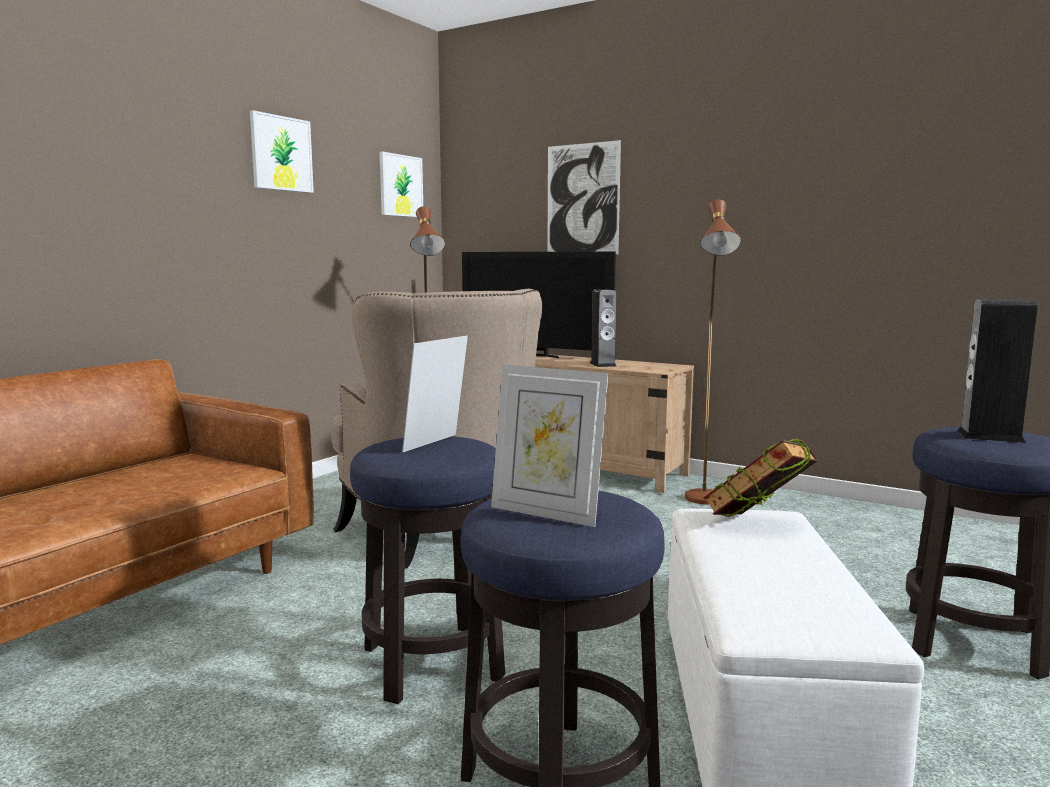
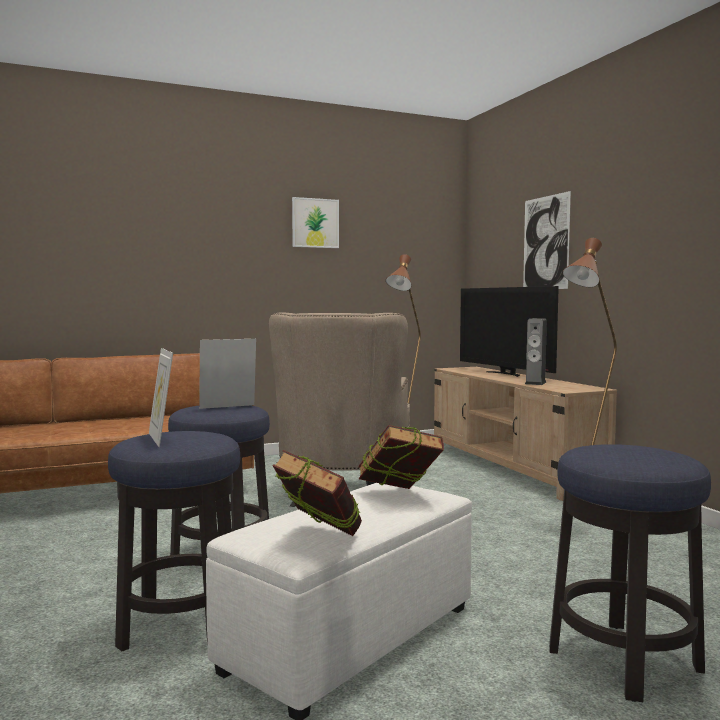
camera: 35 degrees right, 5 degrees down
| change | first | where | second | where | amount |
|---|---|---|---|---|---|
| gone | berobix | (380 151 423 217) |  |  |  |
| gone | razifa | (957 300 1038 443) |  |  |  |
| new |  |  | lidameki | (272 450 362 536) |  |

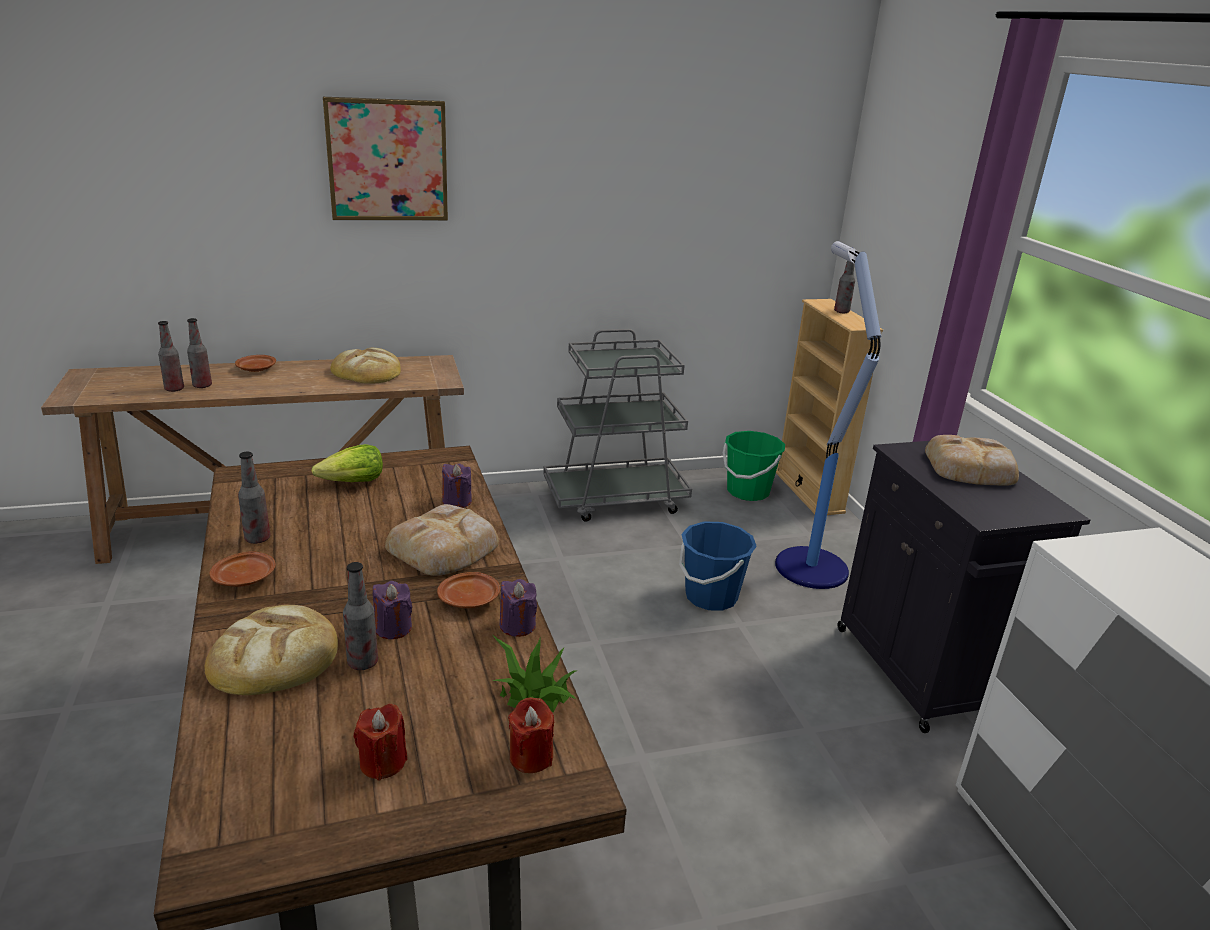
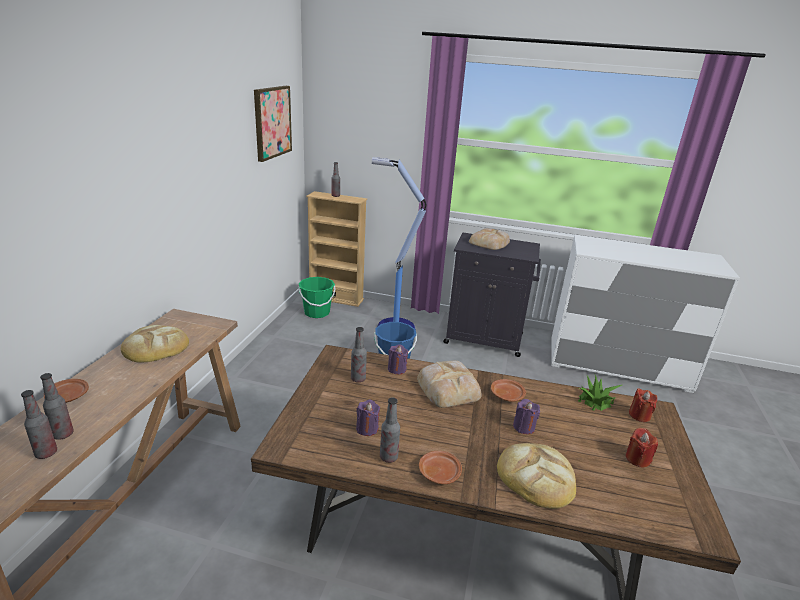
camera: 60 degrees left, 0 degrees up
| change | first | where | second | where | amount |
|---|---|---|---|---|---|
| gone | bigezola | (311 444 383 482) |  |  |  |
| shifted | berobix | (323 97 448 220) |  | (254 86 292 162) |  |
| shifted | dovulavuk | (343 562 378 670) |  | (351 327 367 382) |  |
| shifted | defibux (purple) | (499 579 537 637) |  | (356 400 380 436) |  |
| gone | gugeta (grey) | (543 329 692 521) |  |  |  |

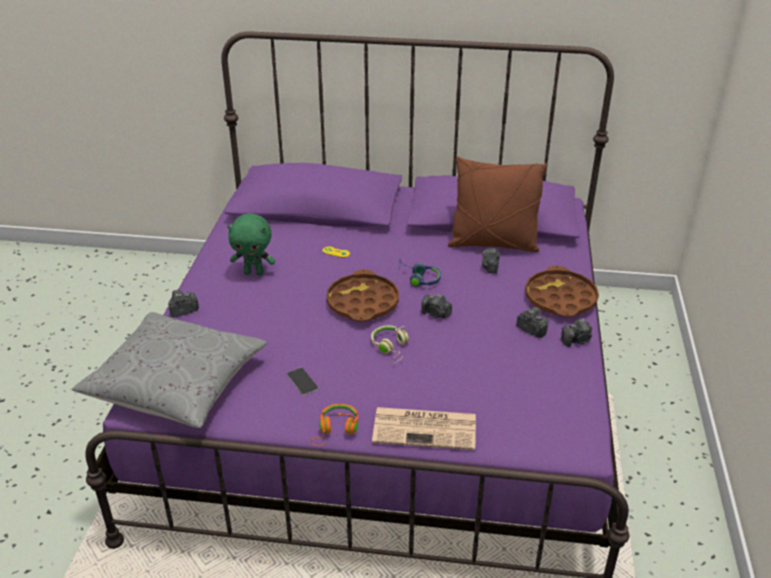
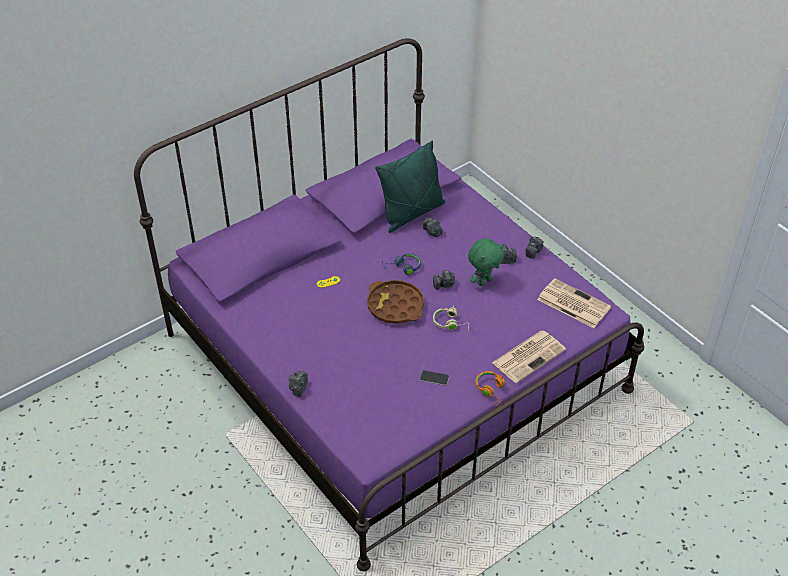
camera: 45 degrees left, 10 degrees up
| change | first | where | second | where | amount |
|---|---|---|---|---|---|
| gone | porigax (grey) | (72 312 267 428) |  |  |  |
| shifted | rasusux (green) | (227 213 276 276) |  | (468 238 504 286) |  |
| repainted | porigax (brown) | (448 156 548 252) | porigax (green) | (375 141 445 233) |  |
| gone | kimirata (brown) | (525 266 599 317) |  |  |  |
| new |  |  | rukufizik | (537 278 611 328) |  |

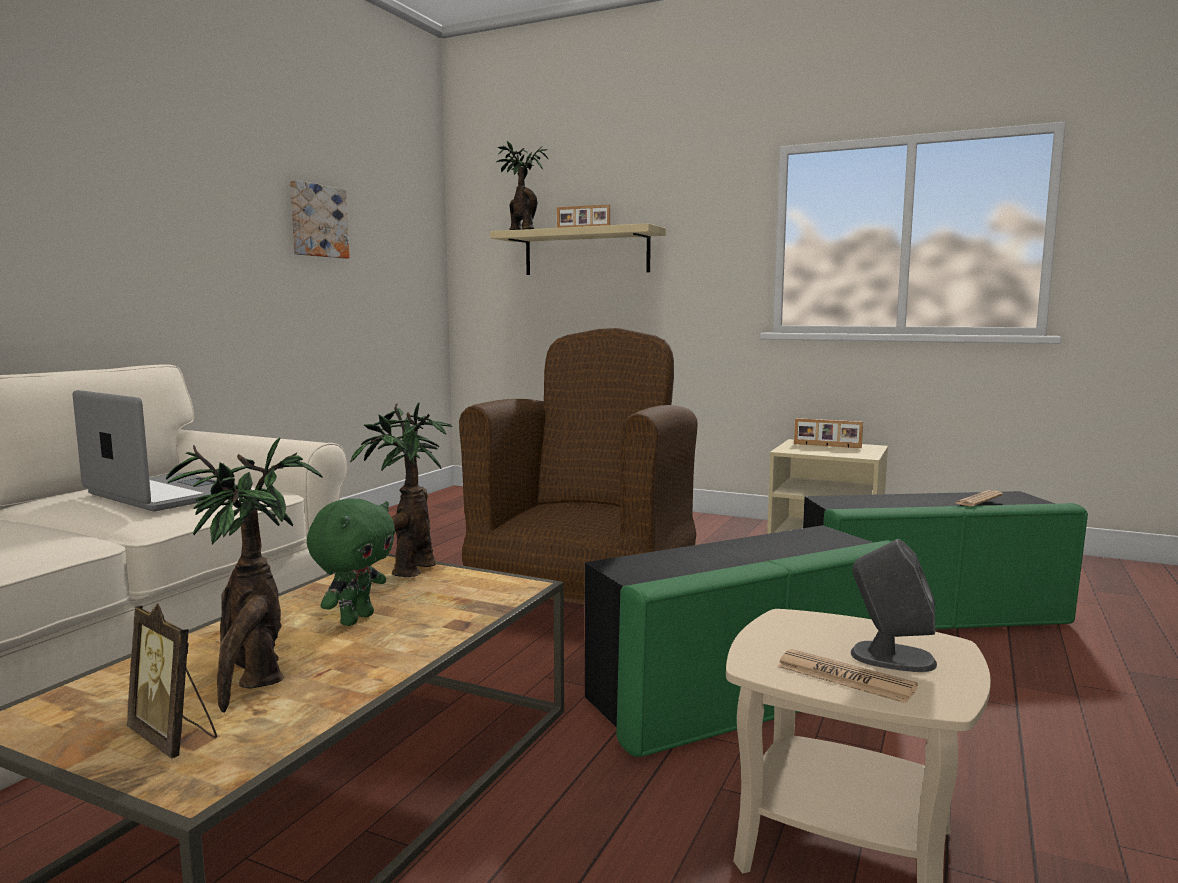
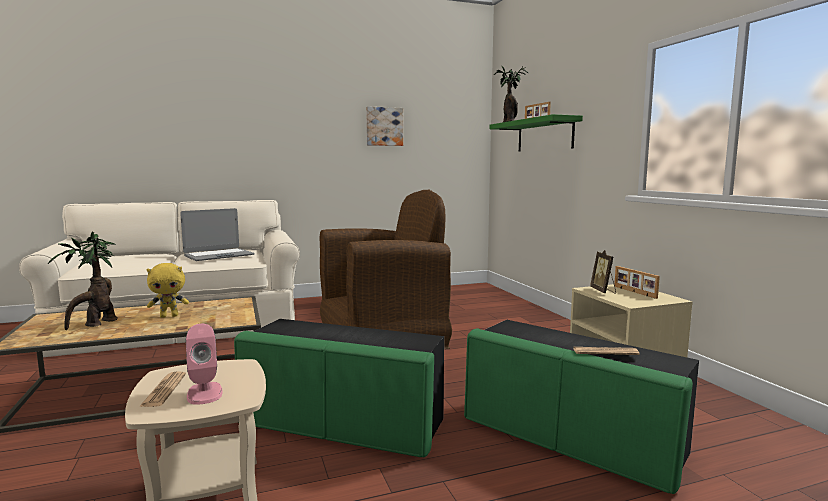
camera: 45 degrees right, 0 degrees up
| change | first | where | second | where | amount |
|---|---|---|---|---|---|
| rotated | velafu | (73 390 238 511) |  | (180 208 254 261) | 60 degrees clockwise |
| shifted | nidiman | (127 604 217 758) |  | (590 250 616 294) |  |
| repainted | rasusux (green) | (307 498 395 626) | rasusux (yellow) | (147 263 189 318) |  |
| gone | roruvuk | (350 402 452 577) |  |  |  |
| repainted | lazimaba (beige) | (490 223 666 275) | lazimaba (green) | (490 114 583 151) |  |
| repainted | razifa (grey) | (851 539 937 672) | razifa (pink) | (186 324 223 405) |  |

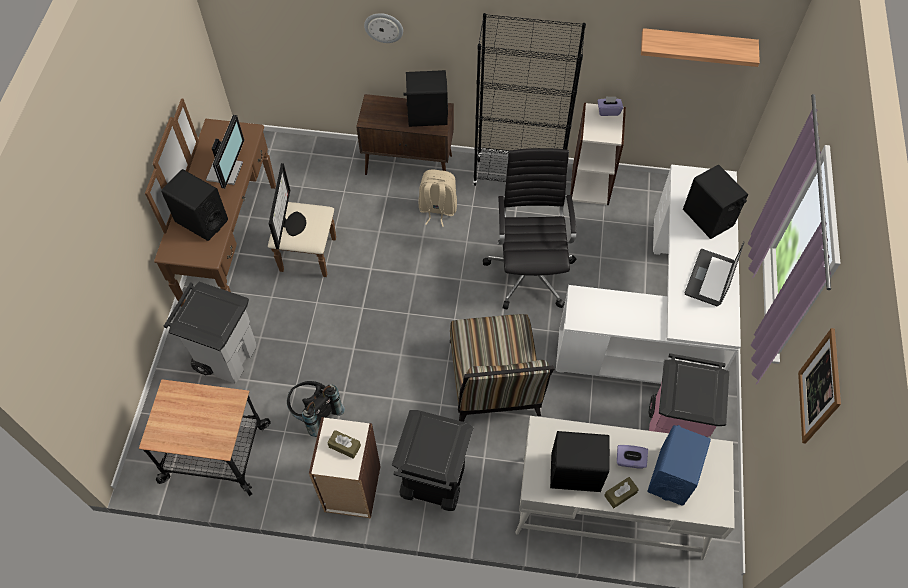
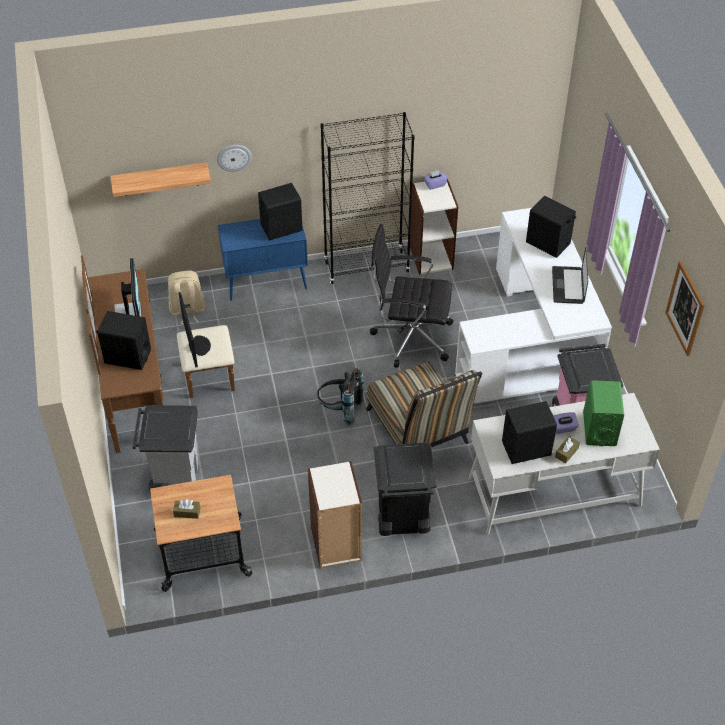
camera: 20 degrees left, 10 degrees down
| change | first | where | second | where | amount |
|---|---|---|---|---|---|
| shifted | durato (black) | (287 381 345 437) |  | (317 368 364 425) |  |
| shifted | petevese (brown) | (327 430 361 459) |  | (173 499 200 519) |  |
| repainted | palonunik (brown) | (356 94 454 175) | palonunik (blue) | (218 219 308 301) |  |
| shifted | durato (beige) | (419 169 457 227) |  | (168 270 205 324) |  |
| rotated | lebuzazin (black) | (483 148 577 310) |  | (370 224 453 368) | 60 degrees counterclockwise |
| shifted | lazimaba | (641 28 760 67) |  | (110 162 211 197) |  |
| repainted | razifa (blue) | (648 425 711 506) | razifa (green) | (583 380 624 446) |  |

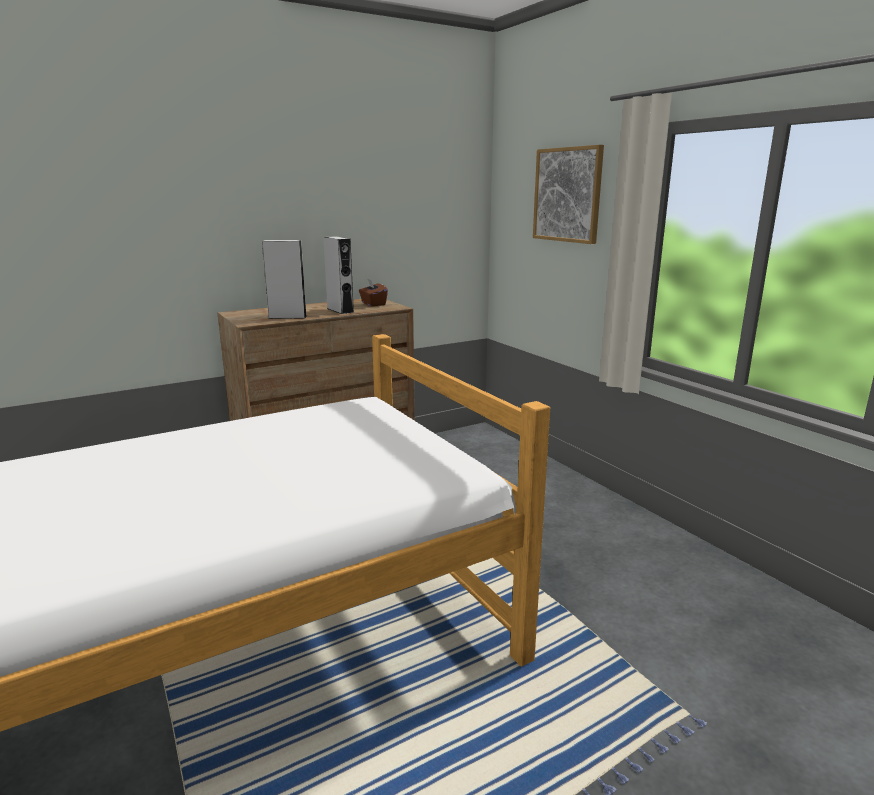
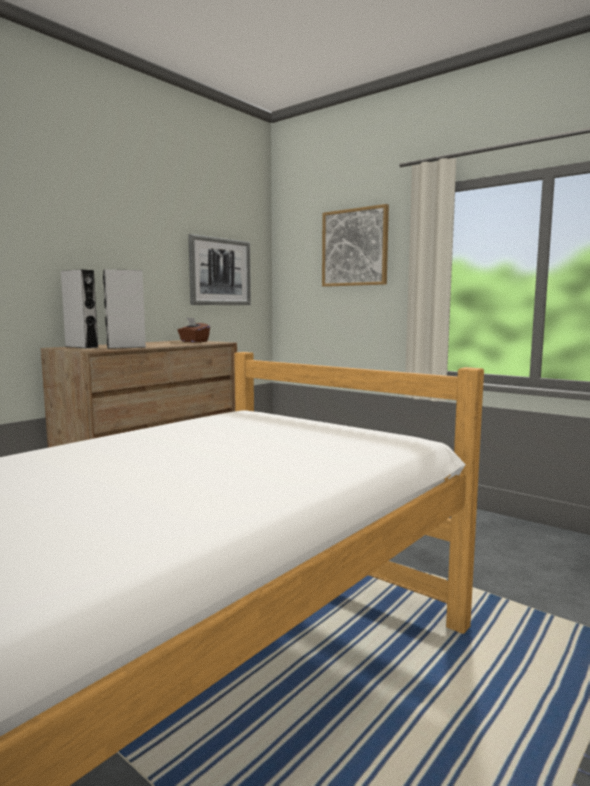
camera: 20 degrees left, 10 degrees down
| change | first | where | second | where | amount |
|---|---|---|---|---|---|
| shifted | razifa (grey) | (323 236 354 314) |  | (61 269 99 348) |  |
| new |  |  | berobix | (188 234 251 305) |  |

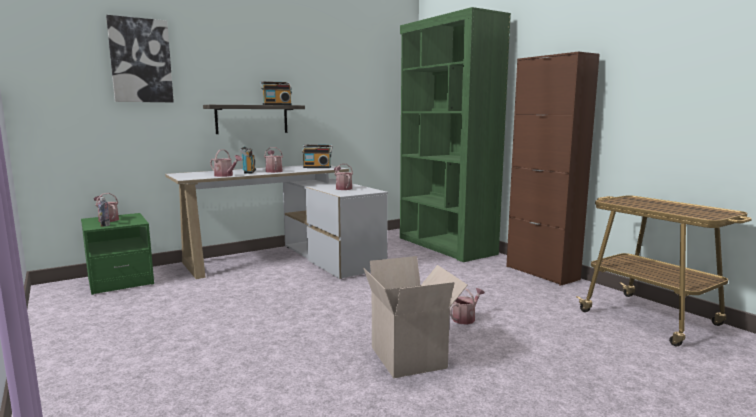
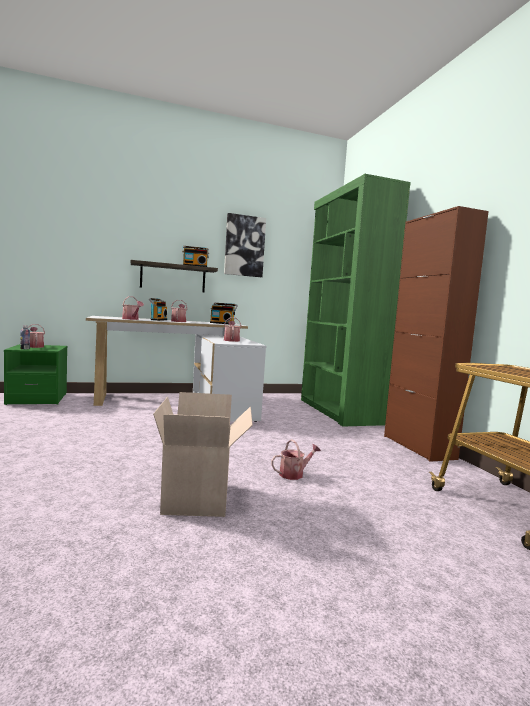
camera: 15 degrees right, 5 degrees down
| change | first | where | second | where | amount |
|---|---|---|---|---|---|
| shifted | berobix | (106 15 174 102) |  | (224 213 266 277) |  |

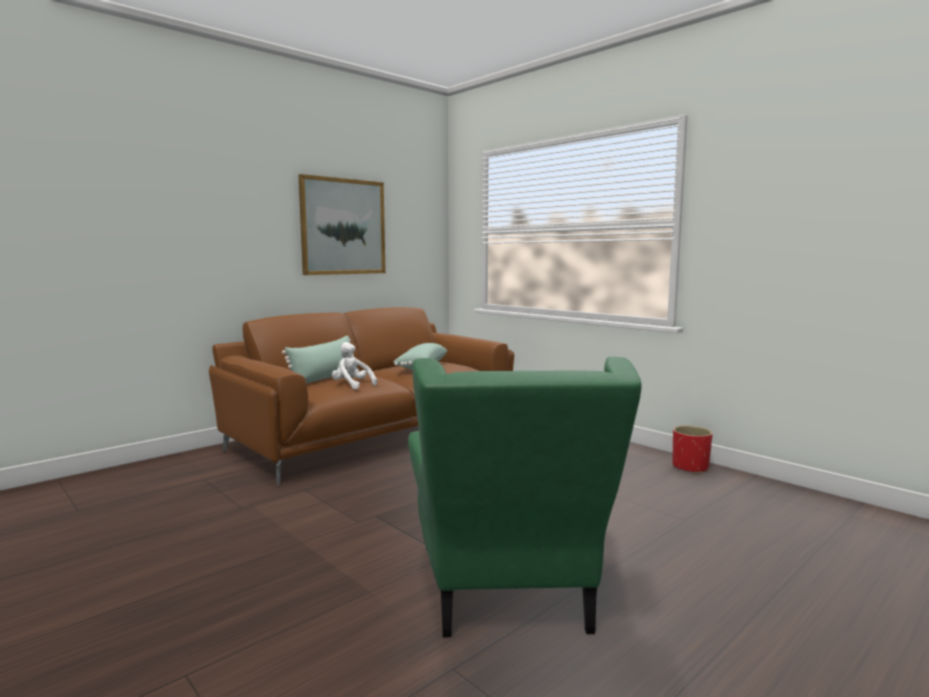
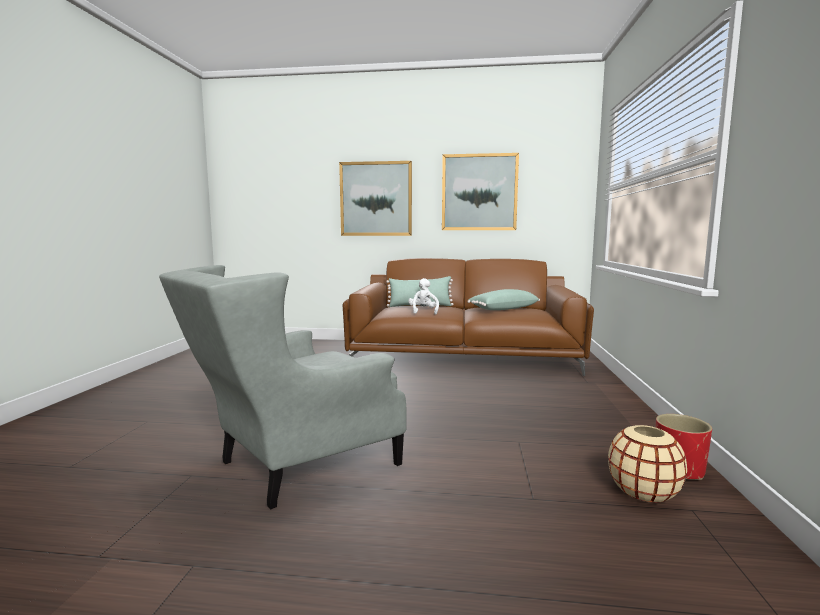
camera: 50 degrees right, 0 degrees up
| change | first | where | second | where | amount |
|---|---|---|---|---|---|
| repainted | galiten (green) | (408 357 642 637) | galiten (grey) | (159 265 407 510) |  |
| new |  |  | berobix | (339 161 412 236) |  |
| new |  |  | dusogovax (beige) | (608 425 687 503) |  |

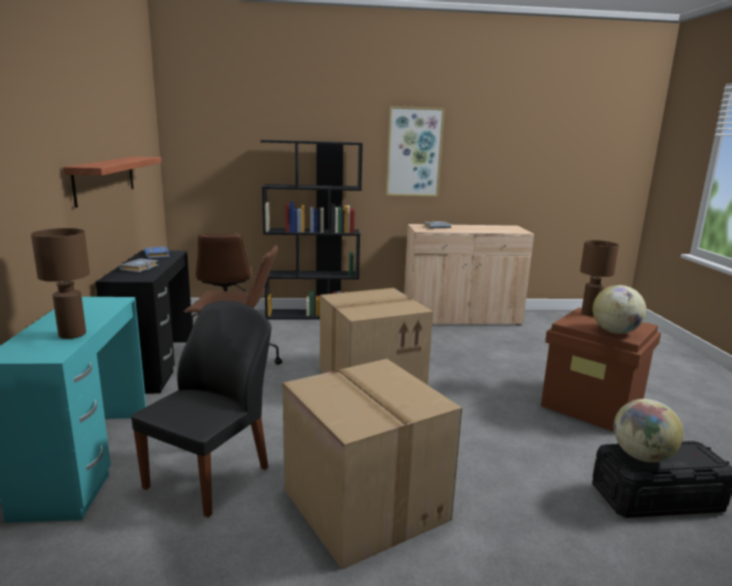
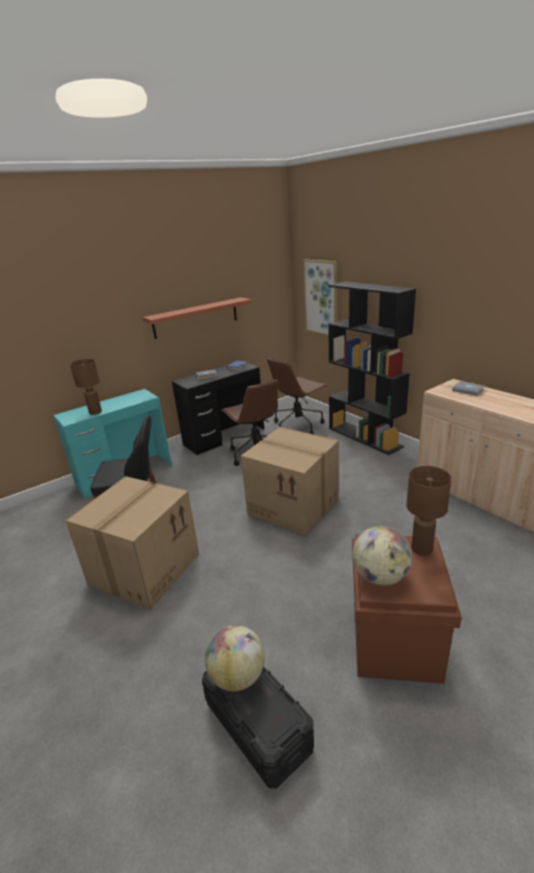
camera: 60 degrees right, 10 degrees up
| change | first | where | second | where | amount |
|---|---|---|---|---|---|
| shifted | berobix | (386 106 445 197) |  | (303 260 337 335) |  |

